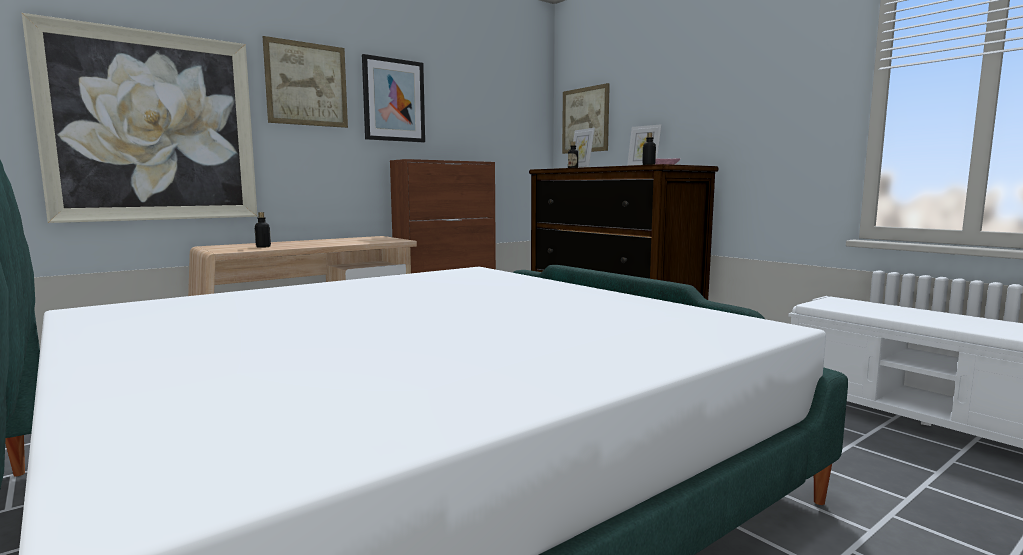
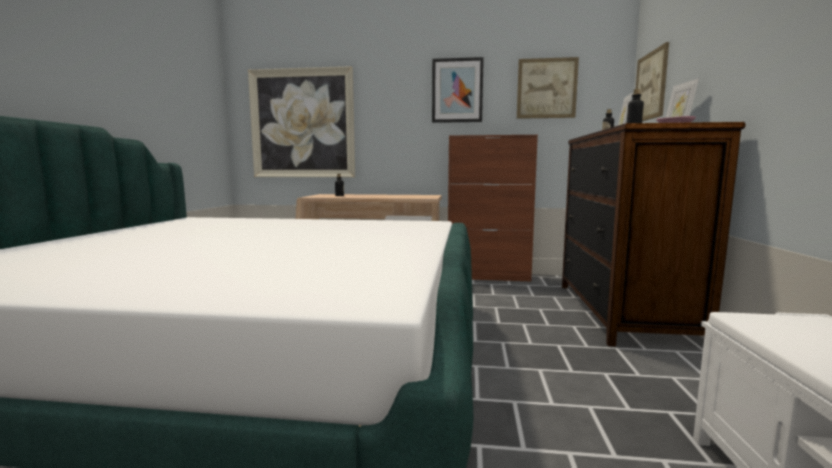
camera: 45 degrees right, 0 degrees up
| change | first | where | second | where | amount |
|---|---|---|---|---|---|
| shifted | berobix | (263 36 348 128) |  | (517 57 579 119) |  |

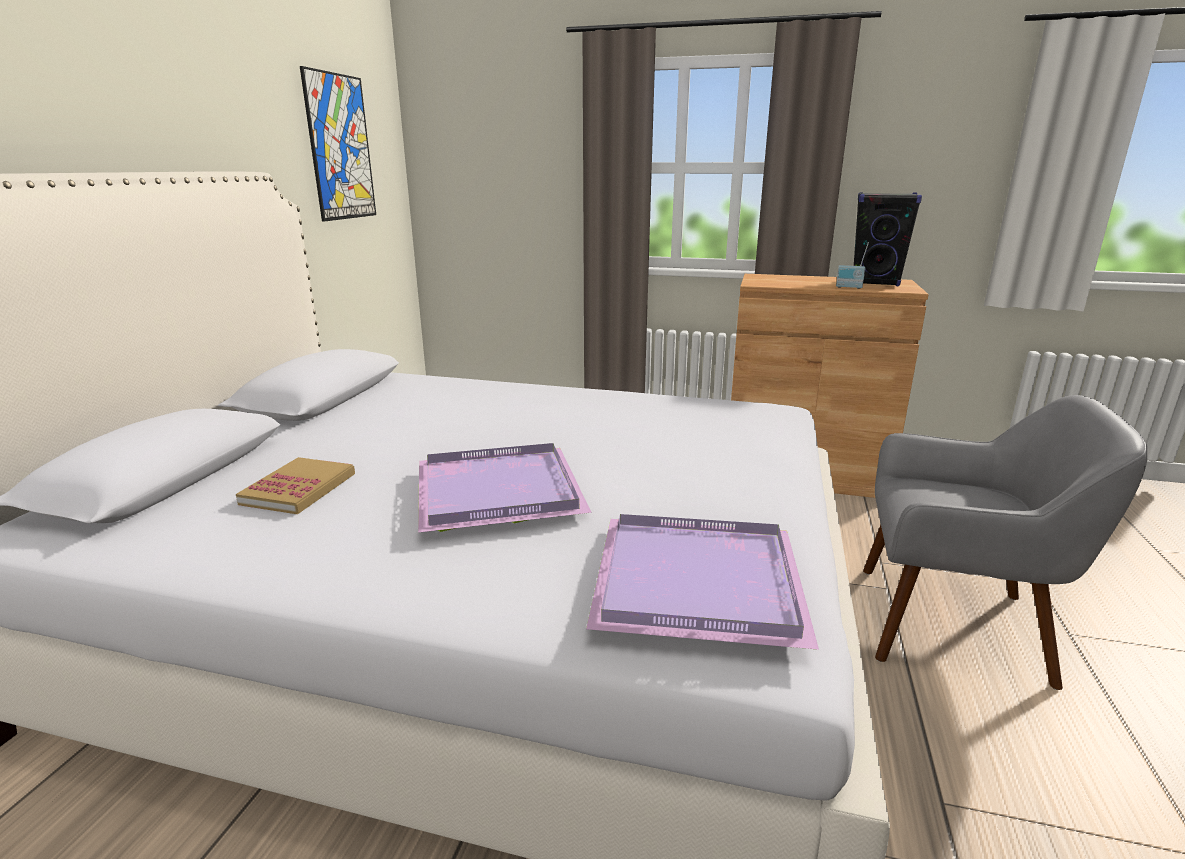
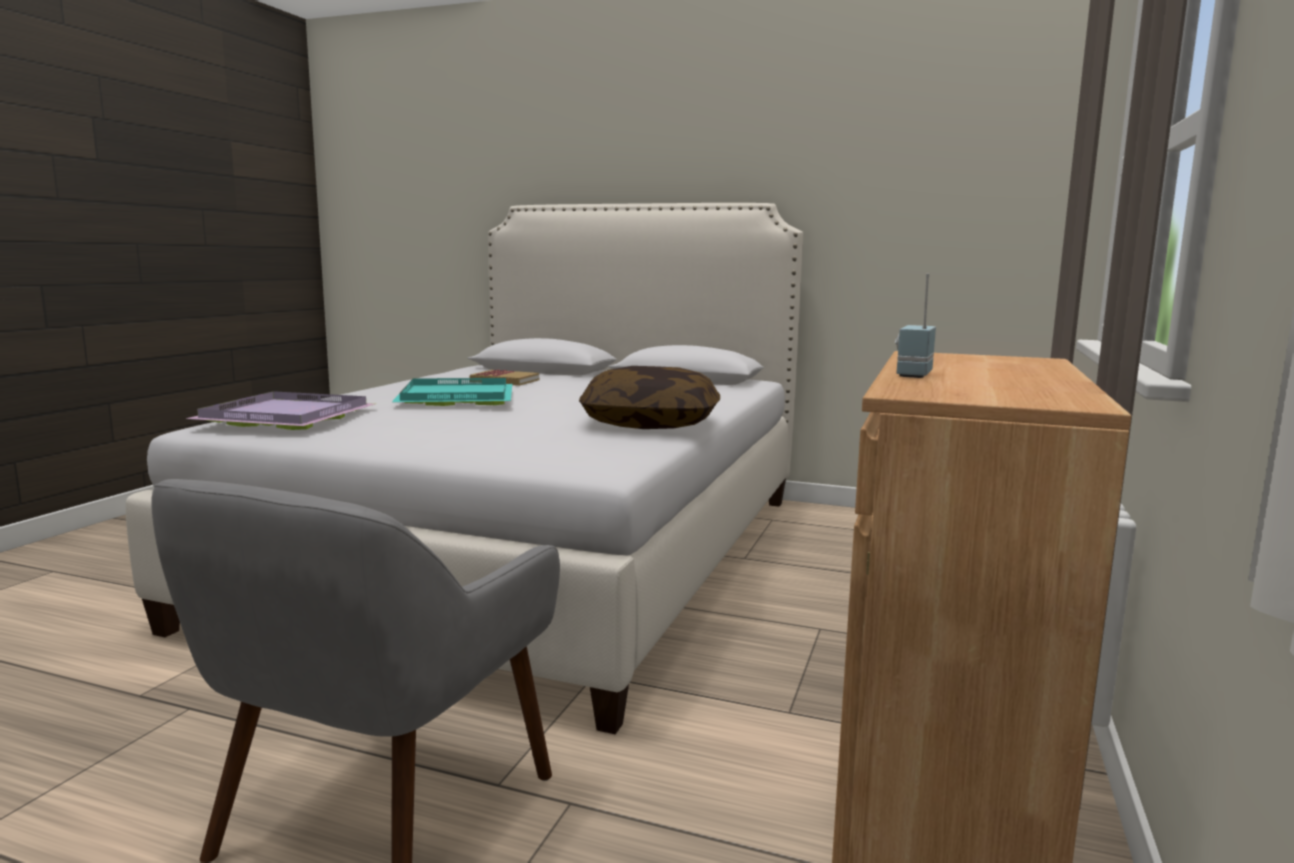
camera: 95 degrees right, 10 degrees down
| change | first | where | second | where | amount |
|---|---|---|---|---|---|
| gone | berobix | (300 66 376 222) |  |  |  |
| repainted | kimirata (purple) | (418 443 592 533) | kimirata (turquoise) | (392 378 512 406) |  |
| gone | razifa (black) | (854 192 922 286) |  |  |  |
| new |  |  | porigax | (579 366 720 429) |  |

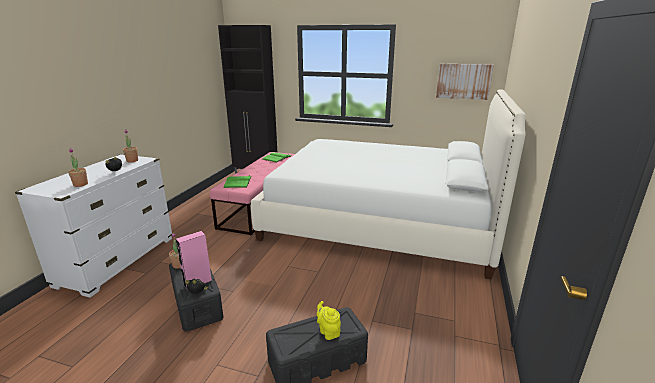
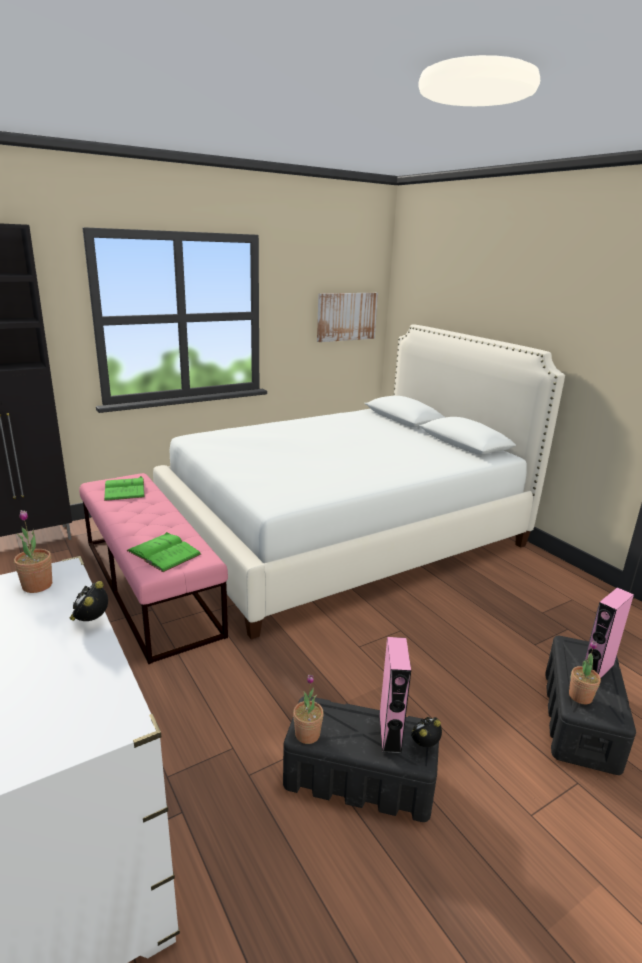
camera: 50 degrees left, 0 degrees up
| change | first | where | second | where | amount |
|---|---|---|---|---|---|
| shifted | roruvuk | (68 148 88 187) |  | (569 641 601 704) |  |
| swapped | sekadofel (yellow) | (317 301 341 340) | razifa (pink) | (584 587 634 678) |  |

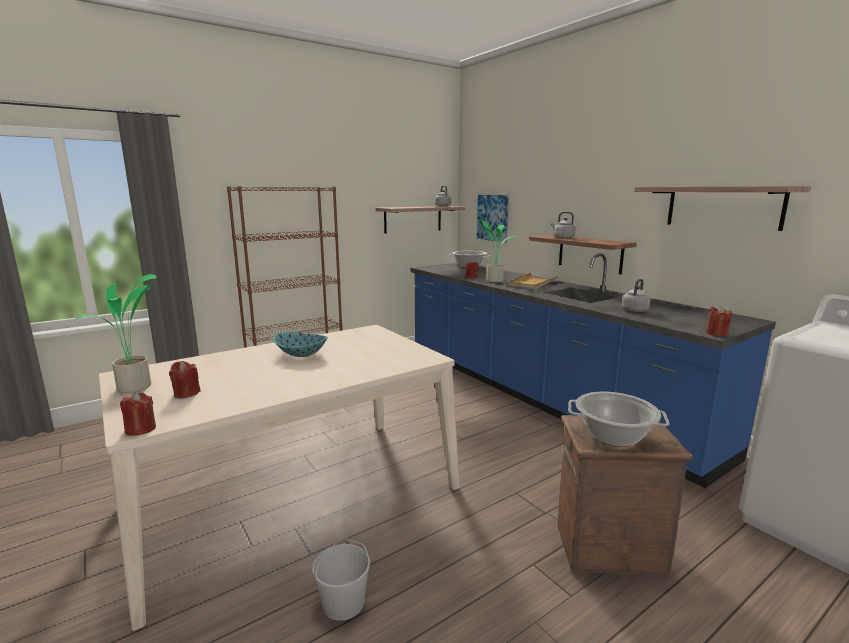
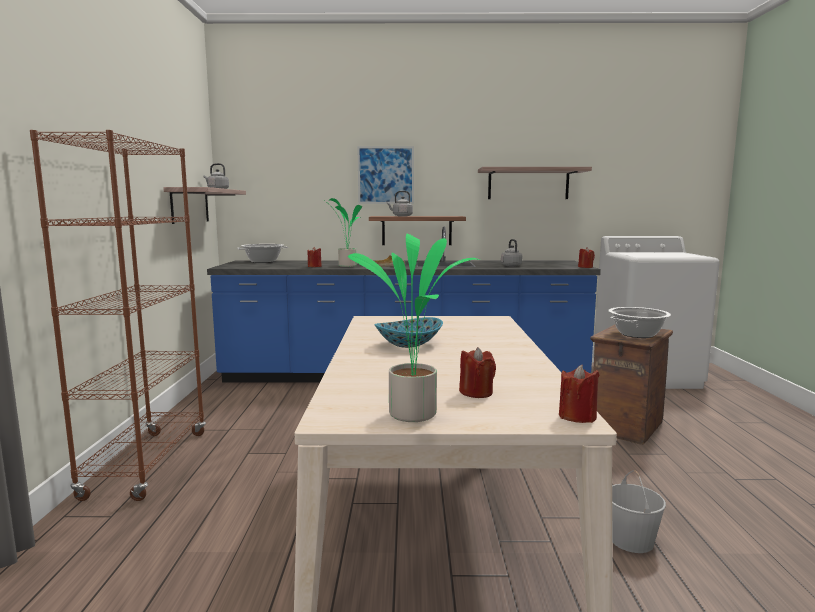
camera: 55 degrees left, 5 degrees down
| change | first | where | second | where | amount |
|---|---|---|---|---|---|
| shifted | berobix | (475 193 511 244) |  | (357 146 414 204) |  |

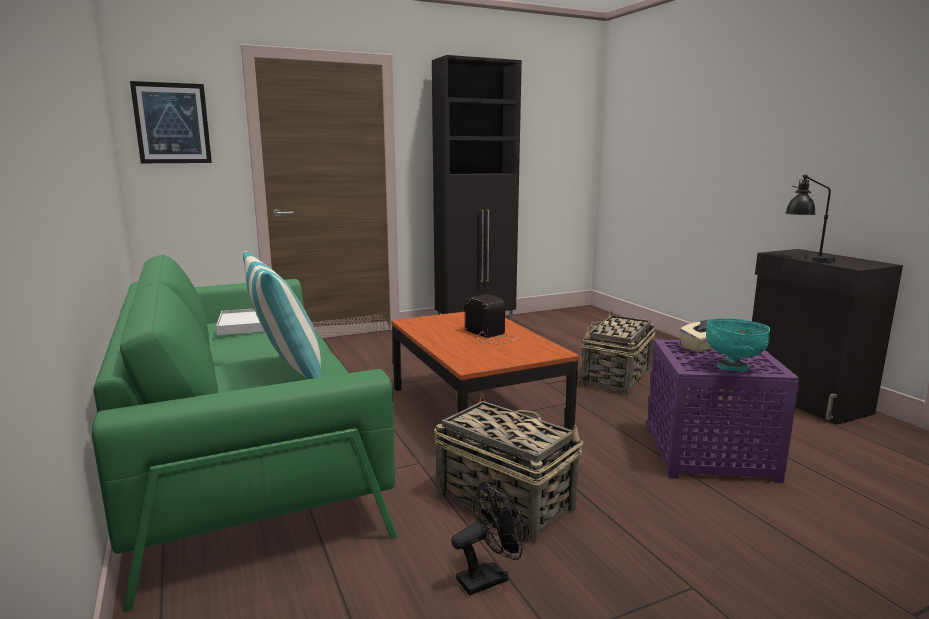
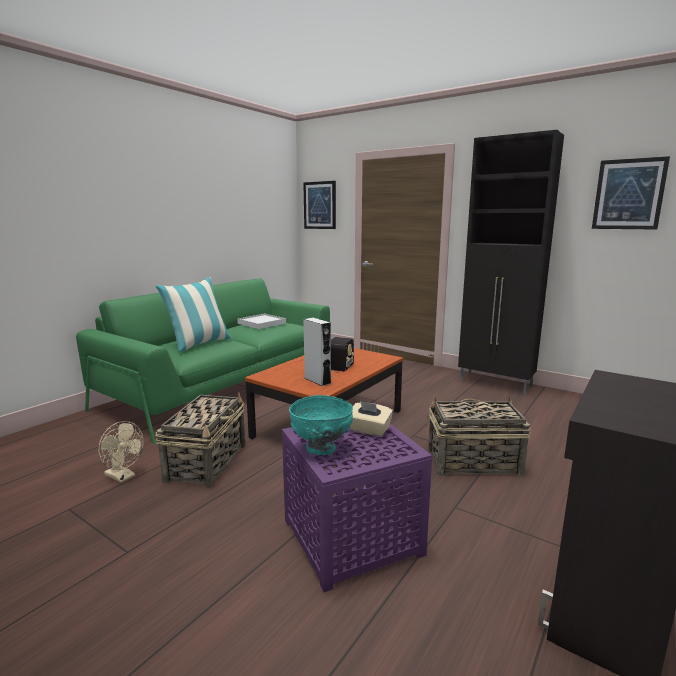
camera: 60 degrees right, 0 degrees up
| change | first | where | second | where | amount |
|---|---|---|---|---|---|
| repainted | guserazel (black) | (451 482 526 595) | guserazel (beige) | (98 421 143 483) |  |
| gone | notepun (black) | (785 174 836 263) |  |  |  |
| new |  |  | razifa (grey) | (303 318 332 386) |  |
| new |  |  | berobix | (592 156 670 230) |  |

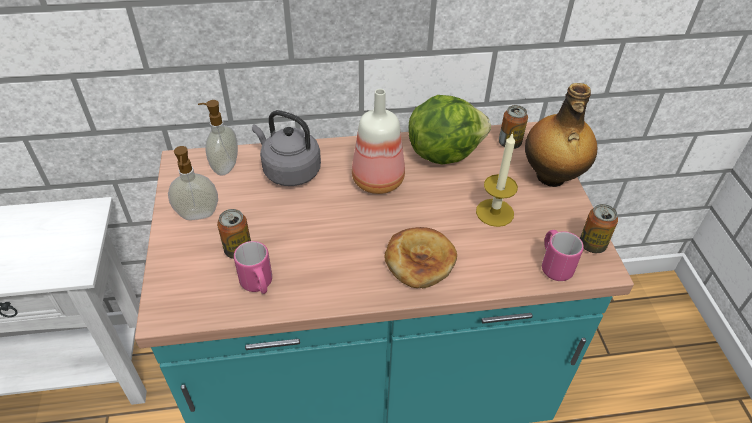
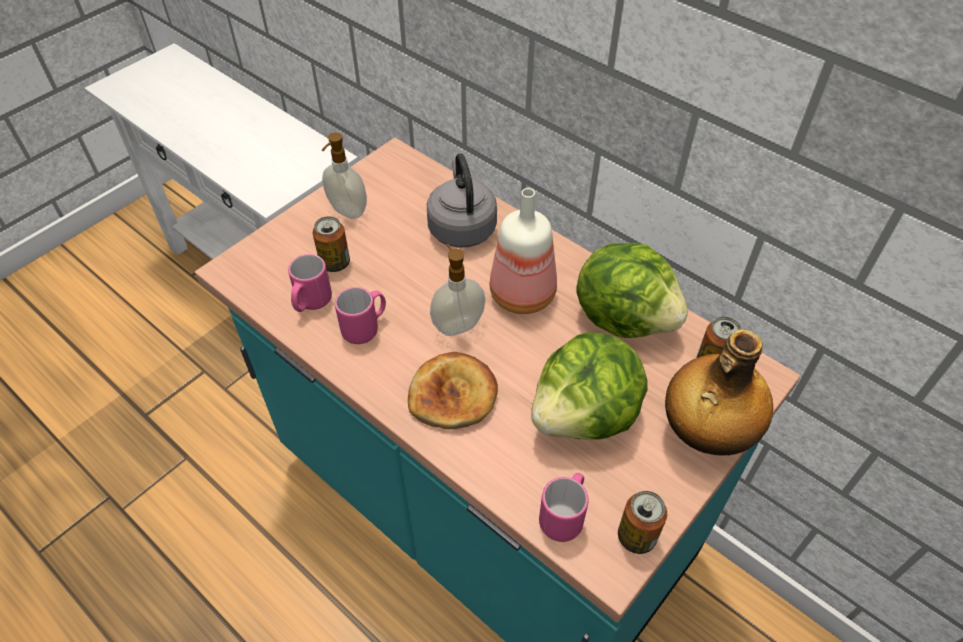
camera: 50 degrees right, 5 degrees up
| change | first | where | second | where | amount |
|---|---|---|---|---|---|
| shifted | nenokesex | (198 100 238 176) |  | (430 244 486 336) |  |
| swapped | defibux | (476 132 518 227) | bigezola | (531 332 647 440) |  |
| new |  |  | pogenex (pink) | (335 287 386 344) |  |

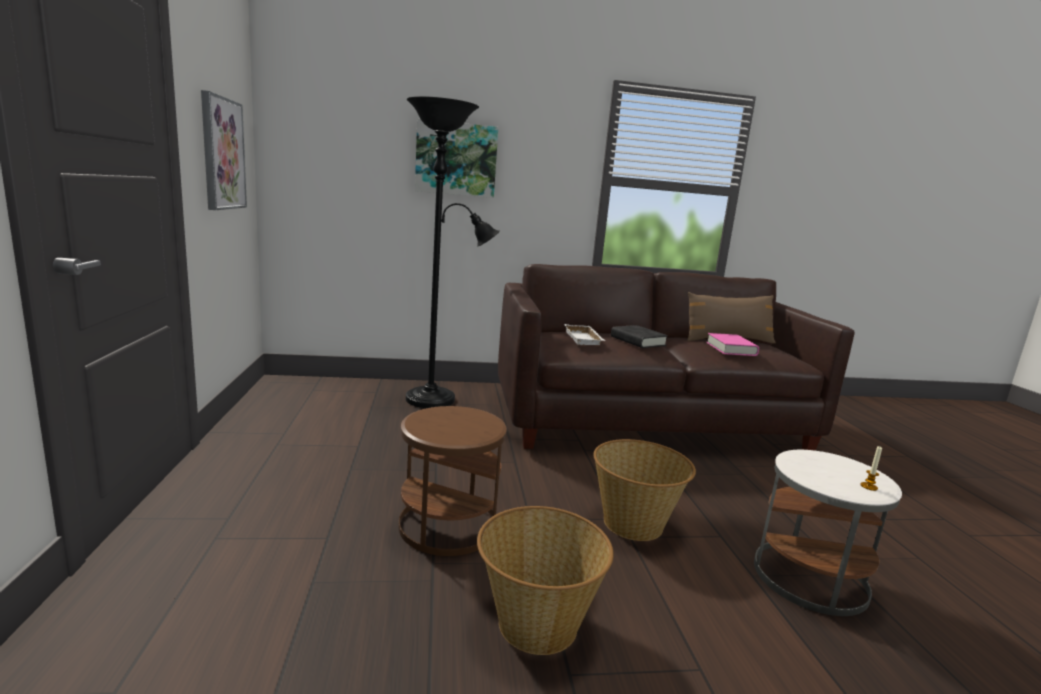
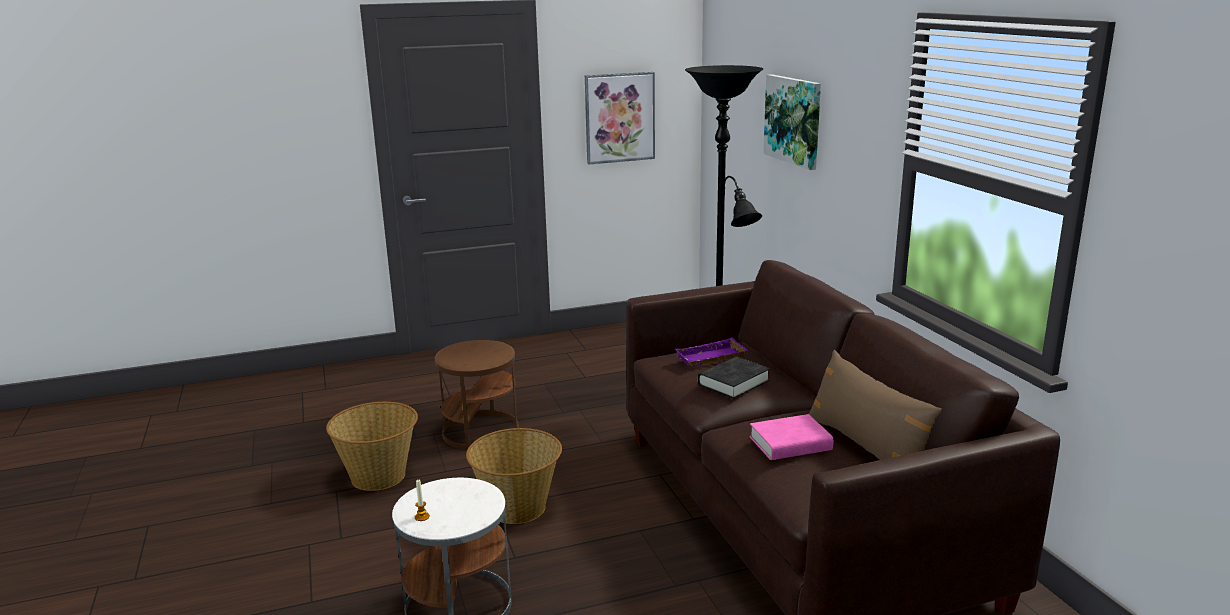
camera: 80 degrees right, 5 degrees up
| change | first | where | second | where | amount |
|---|---|---|---|---|---|
| repainted | kimirata (white) | (564 324 605 345) | kimirata (purple) | (675 338 748 366) |  |

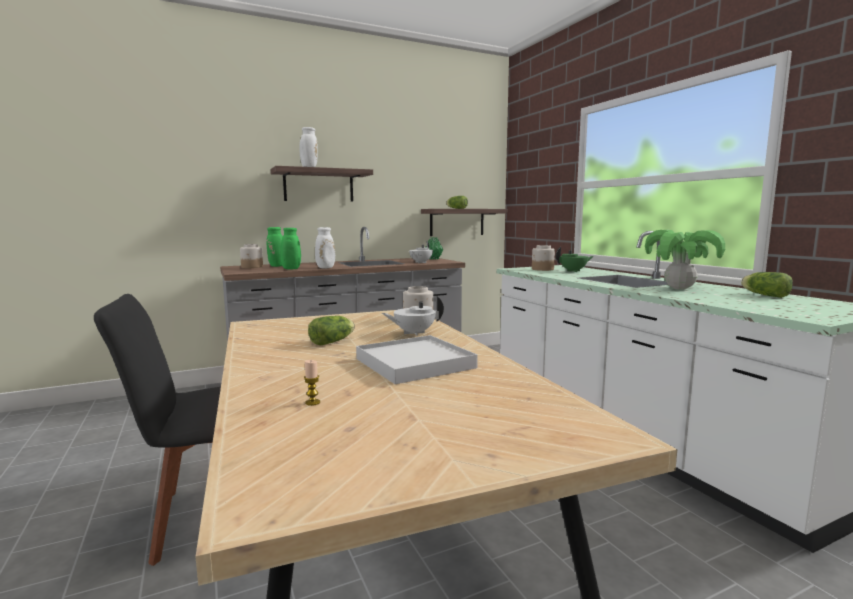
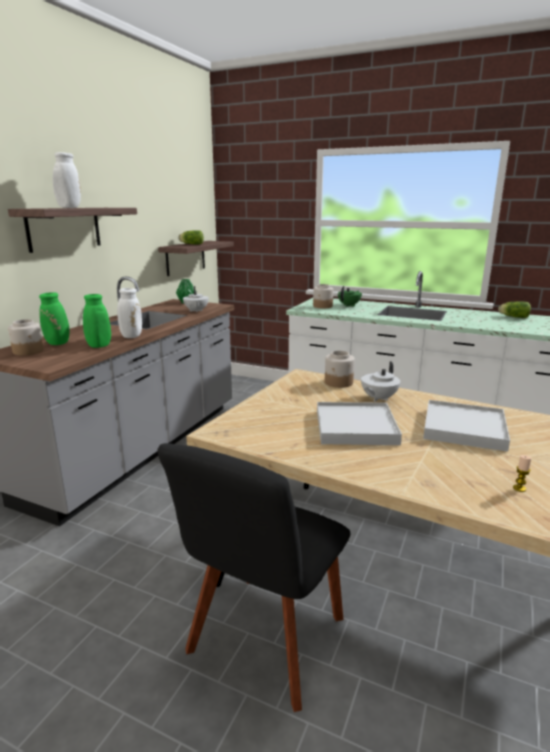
camera: 40 degrees left, 10 degrees up
| change | first | where | second | where | amount |
|---|---|---|---|---|---|
| swapped | bigezola | (308 316 355 346) | kimirata (white) | (317 402 402 445) |  |
| gone | roruvuk | (645 229 725 290) |  |  |  |

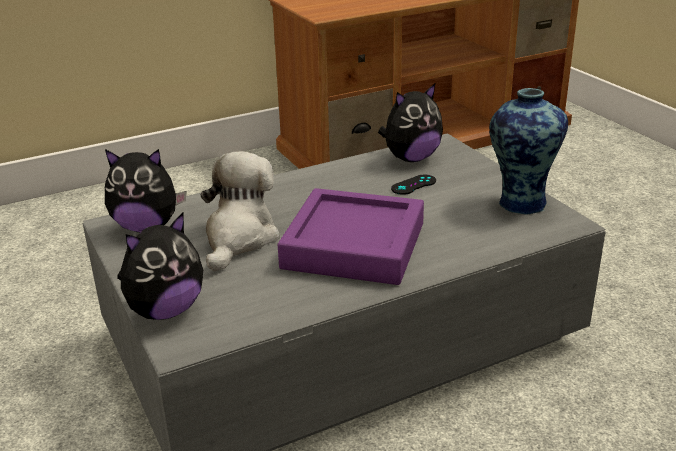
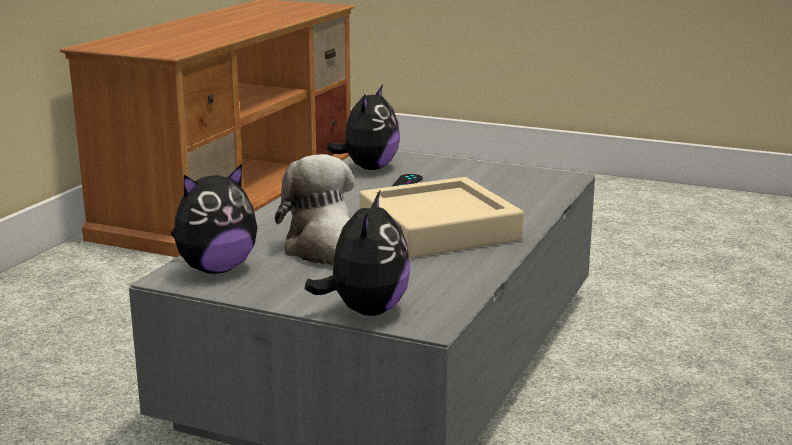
camera: 40 degrees left, 10 degrees down
| change | first | where | second | where | amount |
|---|---|---|---|---|---|
| repainted | kimirata (purple) | (278 188 424 285) | kimirata (beige) | (359 177 524 258) |  |
| gone | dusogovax | (489 88 568 215) |  |  |  |

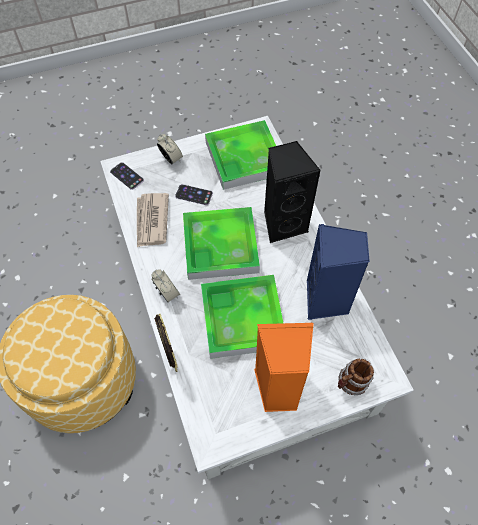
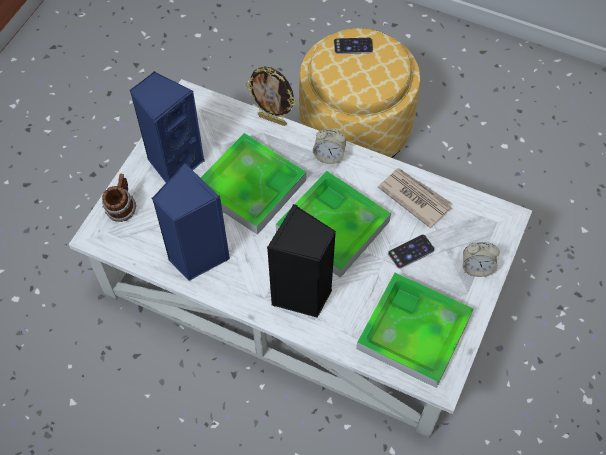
camera: 135 degrees right, 0 degrees up
| change | first | where | second | where | amount |
|---|---|---|---|---|---|
| shifted | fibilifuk | (110 162 144 190) |  | (334 38 373 54) |  |
| repainted | razifa (orange) | (254 323 314 412) | razifa (blue) | (129 71 205 183) |  |

